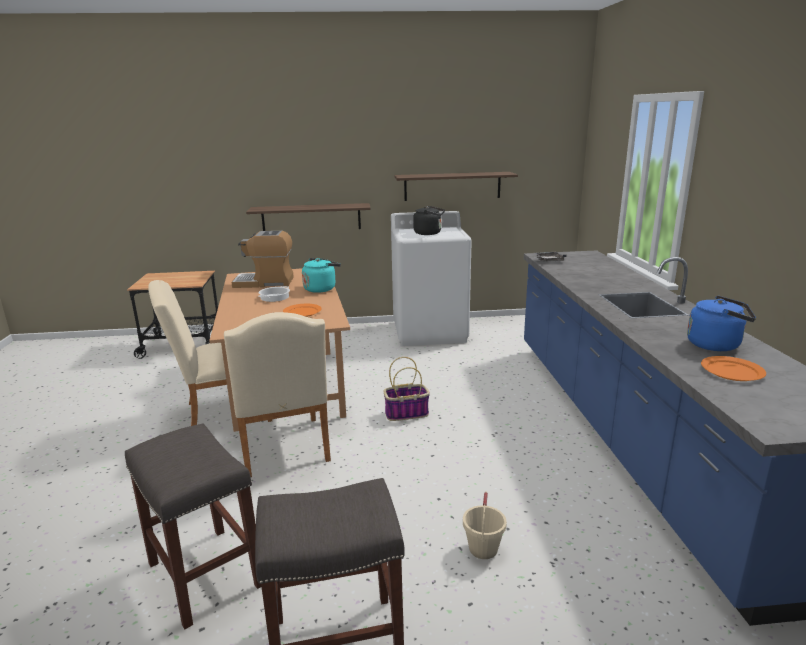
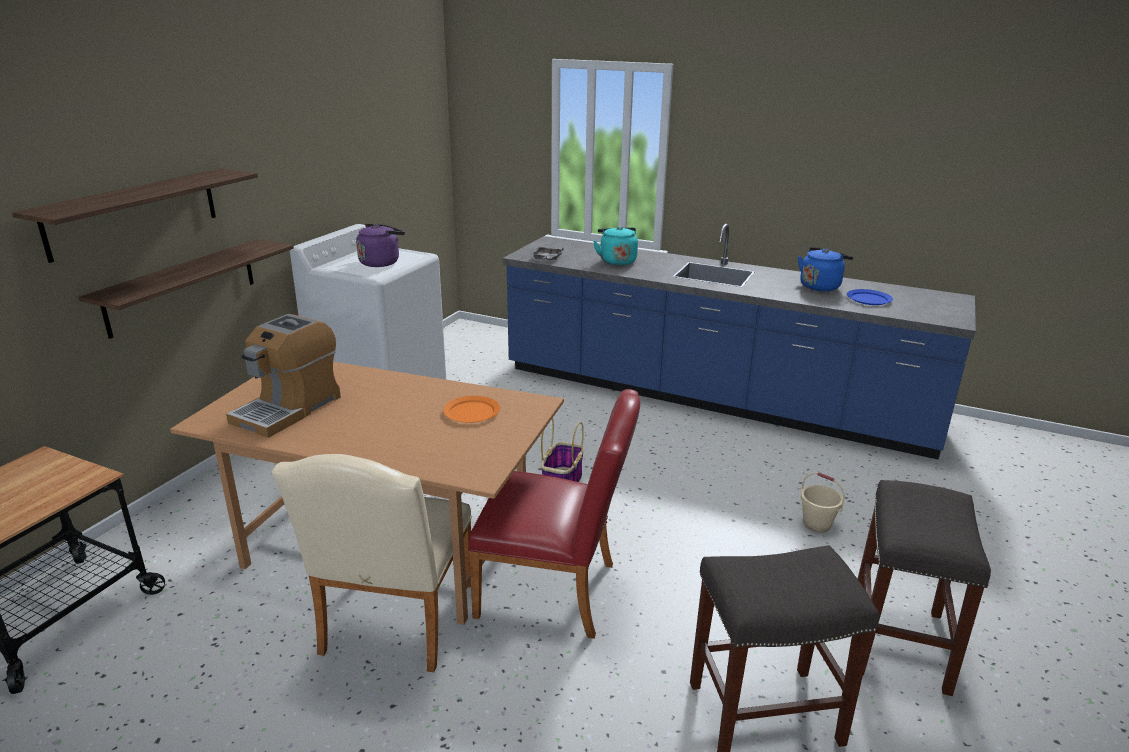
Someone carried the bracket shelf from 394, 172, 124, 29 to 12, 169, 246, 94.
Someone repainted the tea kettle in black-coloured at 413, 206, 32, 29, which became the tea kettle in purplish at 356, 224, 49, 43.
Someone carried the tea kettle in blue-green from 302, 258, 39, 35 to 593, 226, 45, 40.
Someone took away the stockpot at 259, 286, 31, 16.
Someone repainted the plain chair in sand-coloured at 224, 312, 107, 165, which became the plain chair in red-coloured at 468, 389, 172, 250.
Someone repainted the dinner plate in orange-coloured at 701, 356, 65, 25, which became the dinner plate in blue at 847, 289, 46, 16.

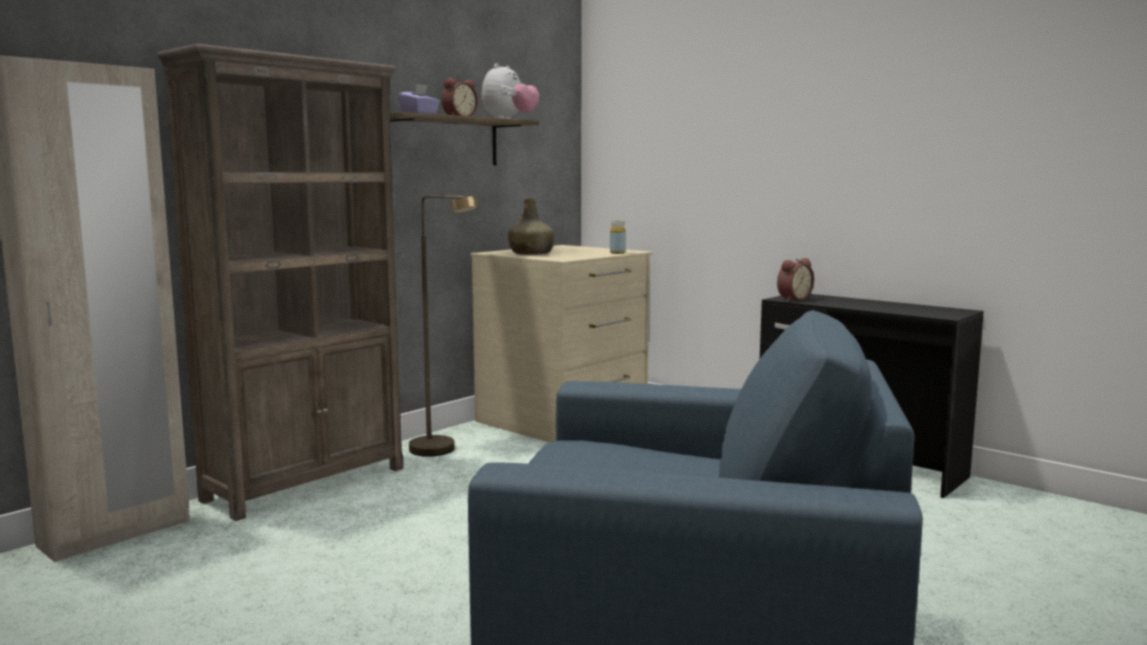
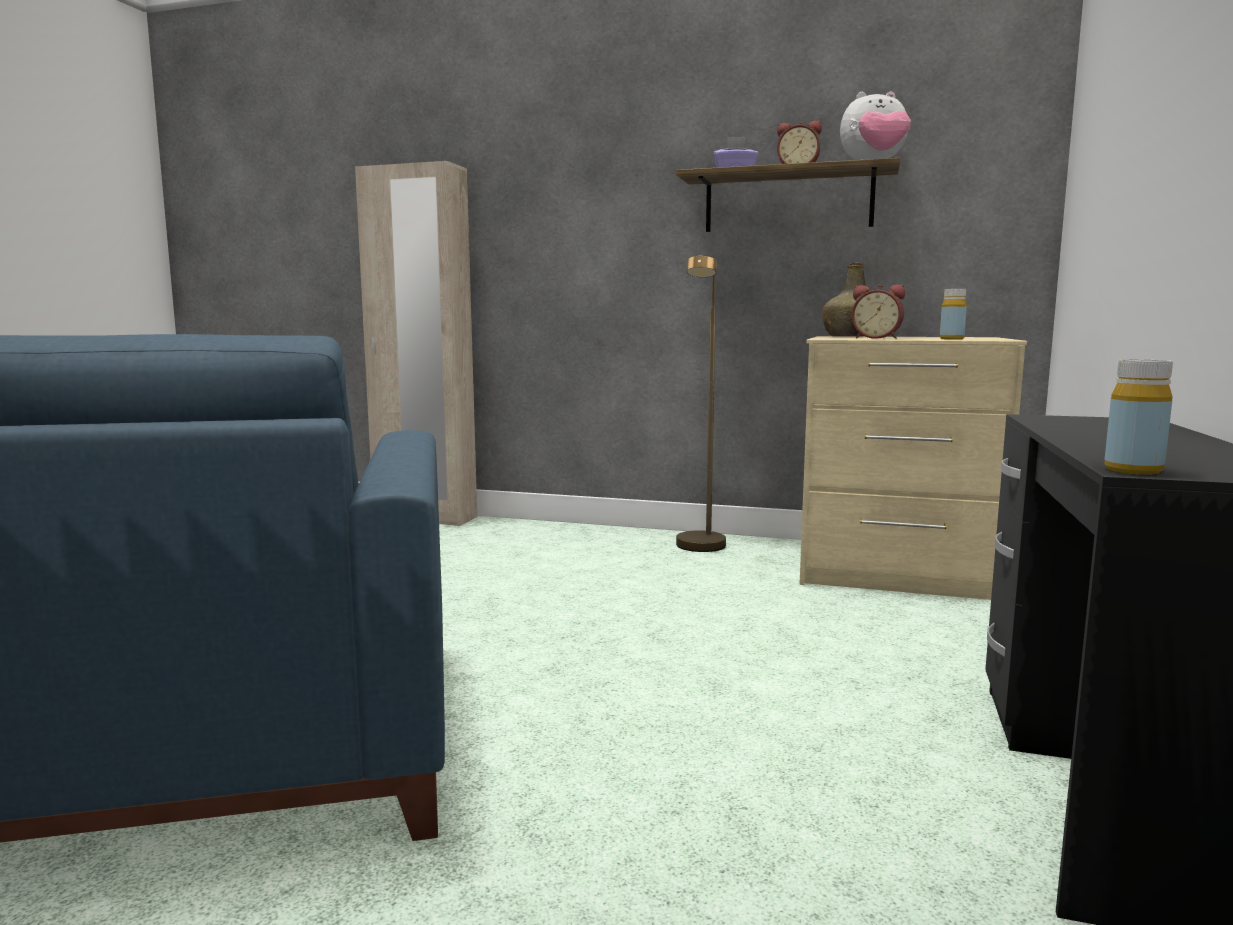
Someone took away the bookshelf in brownish at 157, 43, 247, 478.
Someone carried the bedside clock from 777, 258, 37, 43 to 851, 284, 54, 55.
Someone put down the beverage bottle in yellow at 1104, 360, 69, 115.

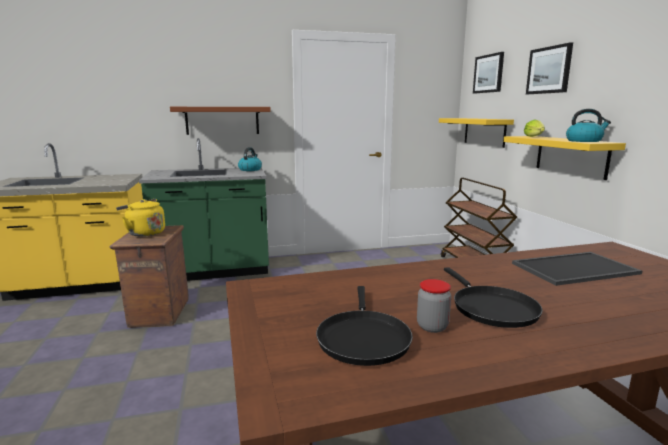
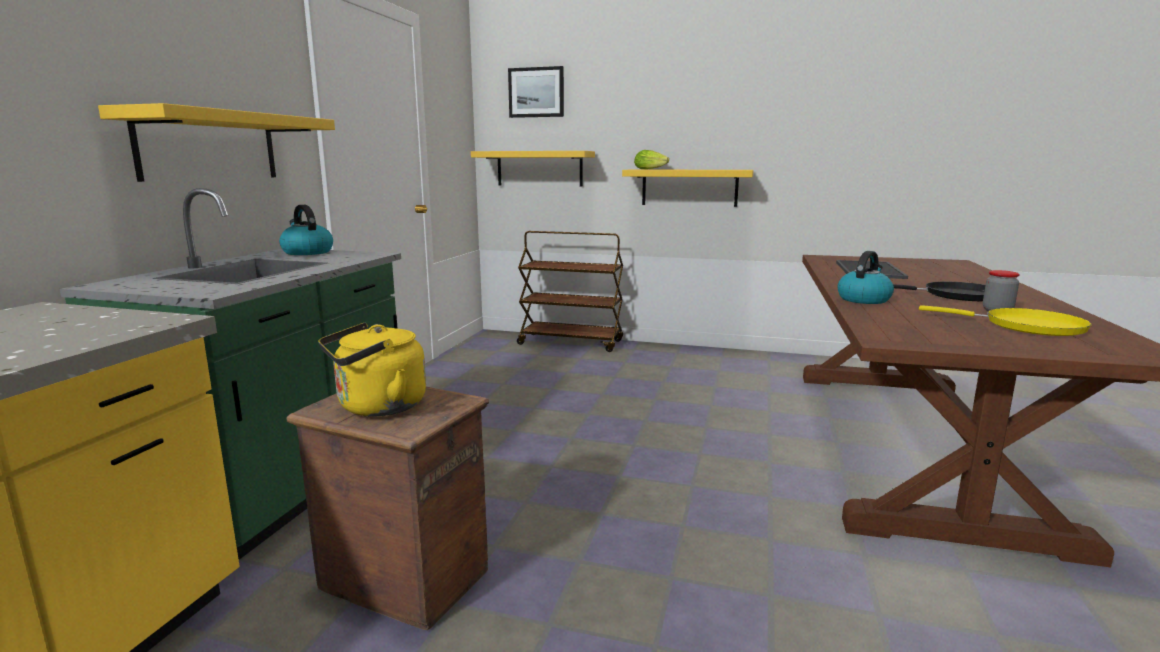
Someone took away the wall art at 526, 42, 47, 52.
Someone repainted the bracket shelf in brownish at 170, 107, 101, 28, which became the bracket shelf in yellow at 98, 103, 237, 79.
Someone carried the tea kettle from 566, 109, 45, 33 to 838, 251, 56, 53.
Someone repainted the frying pan in black-coloured at 316, 286, 97, 80, which became the frying pan in yellow at 919, 305, 173, 31.

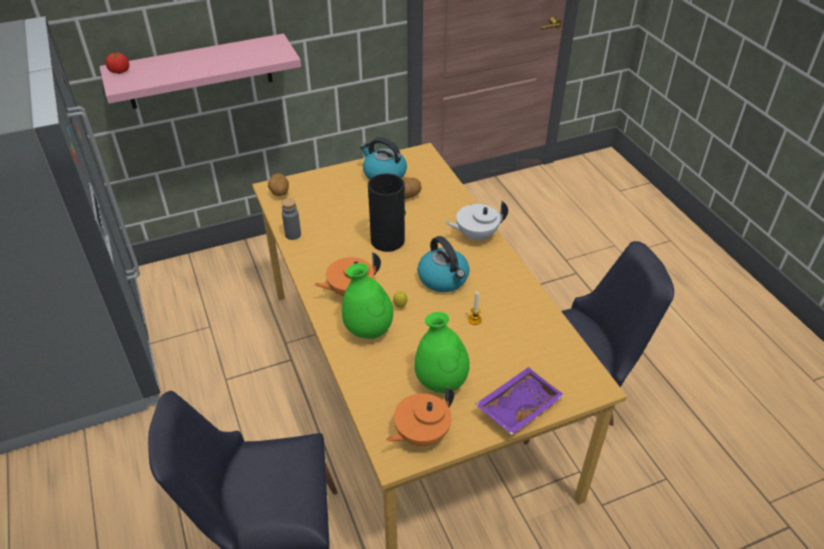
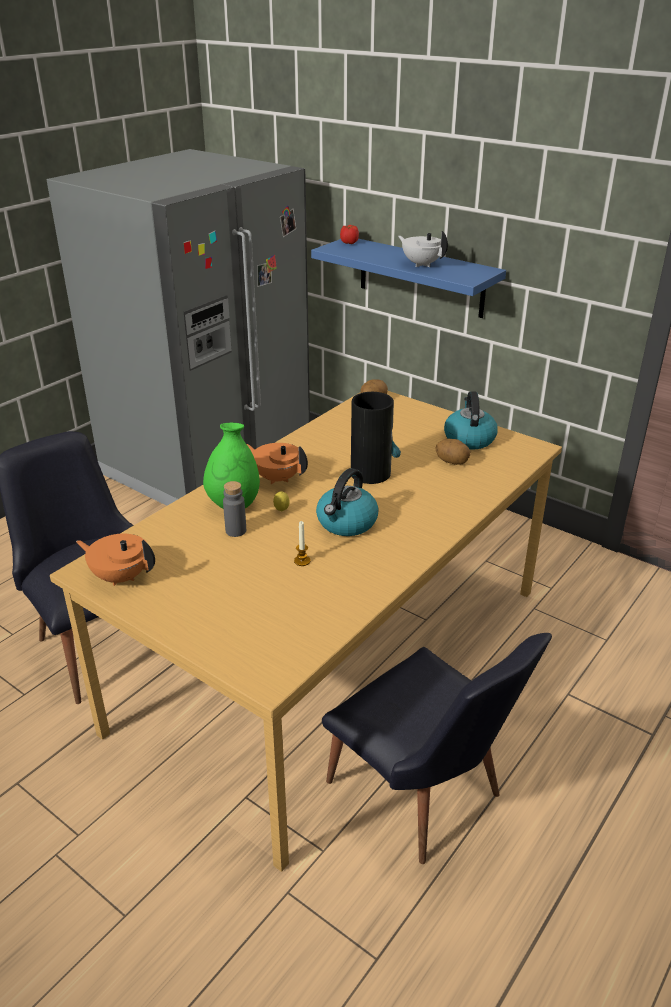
Someone repainted the bracket shelf in pink at 99, 34, 202, 75, which became the bracket shelf in blue at 311, 239, 195, 79.
Someone carried the beverage bottle in gray from 282, 198, 19, 42 to 223, 481, 23, 56.
Someone carried the tea pot in white from 445, 201, 63, 41 to 398, 231, 50, 36.
Someone took away the decorative vase in green-coloured at 414, 312, 56, 81.
Someone took away the carrying tray in purplish at 475, 367, 89, 68.

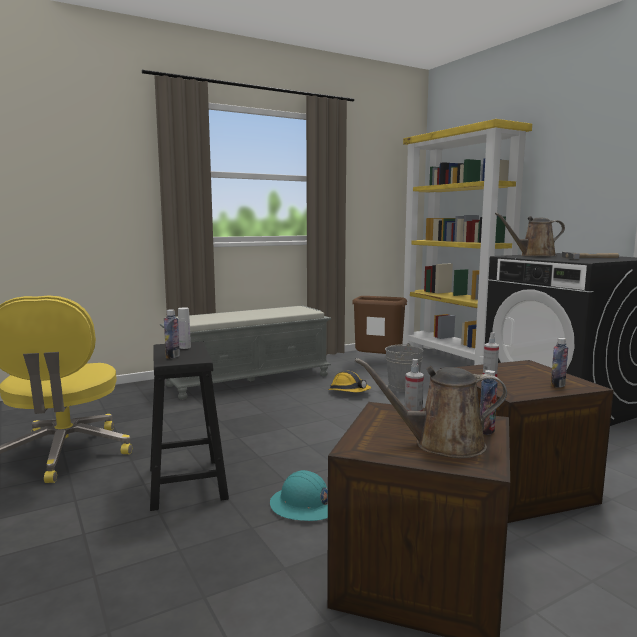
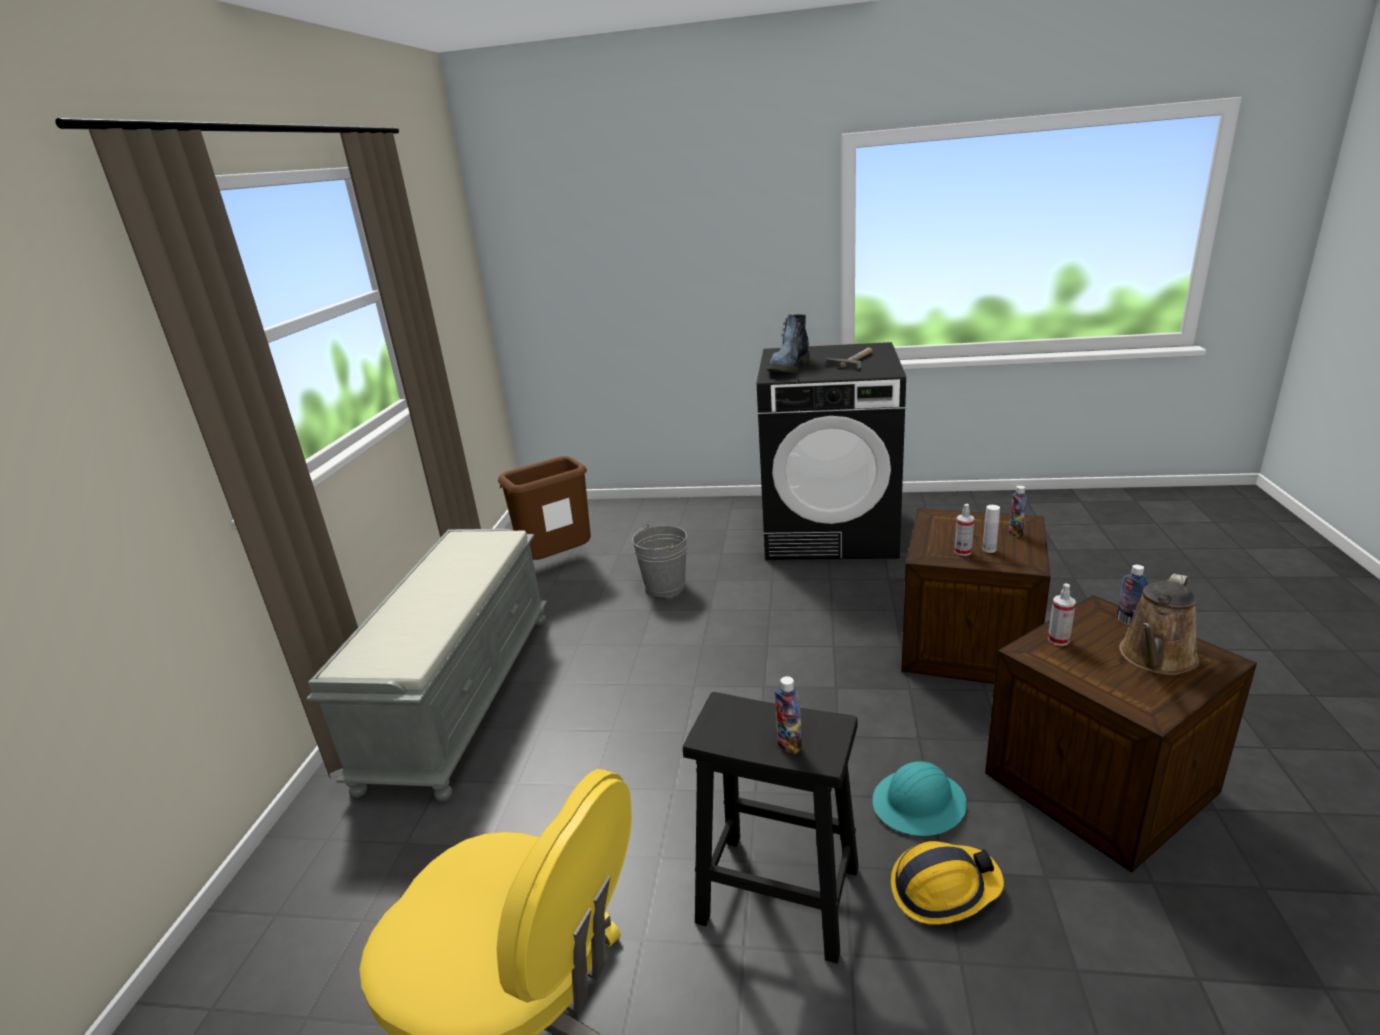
Someone took away the bookshelf in yellow at 402, 119, 130, 246.
Someone swapped the sprinkling can in brownish at 495, 213, 70, 43 for the high-top boot at 767, 315, 43, 58.
Someone carried the beverage bottle in white from 178, 307, 13, 42 to 982, 505, 18, 48.
Someone carried the hard hat from 328, 371, 43, 21 to 891, 841, 113, 83.

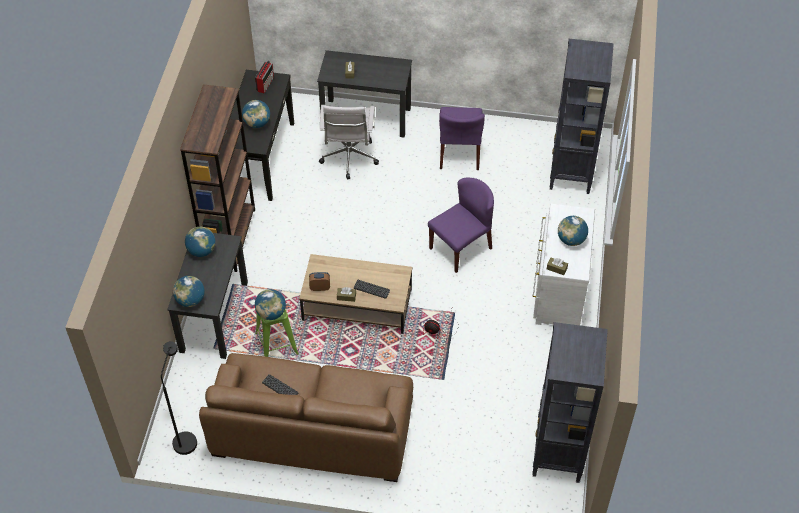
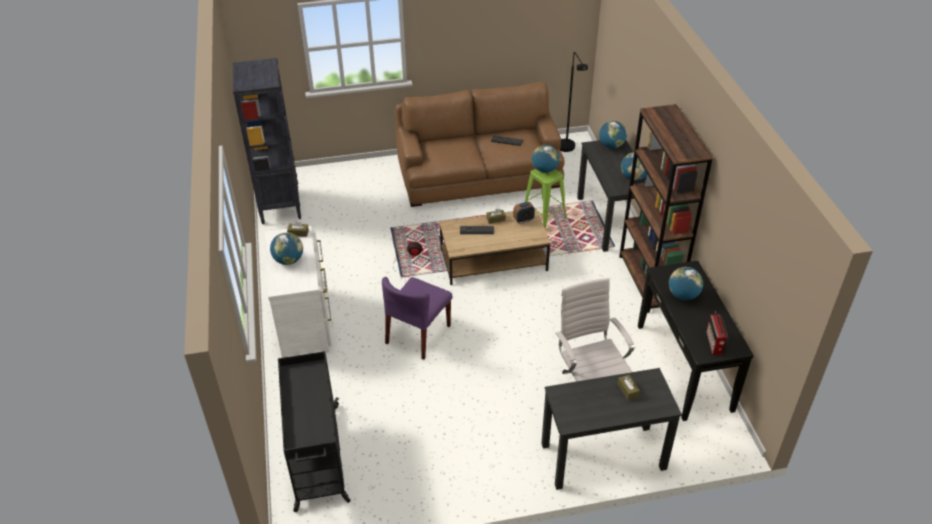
Someone swapped the bookshelf in black-coloured at 549, 39, 65, 155 for the cart in black-coloured at 278, 351, 72, 161.
Someone took away the plain chair in purplish at 439, 107, 46, 63.

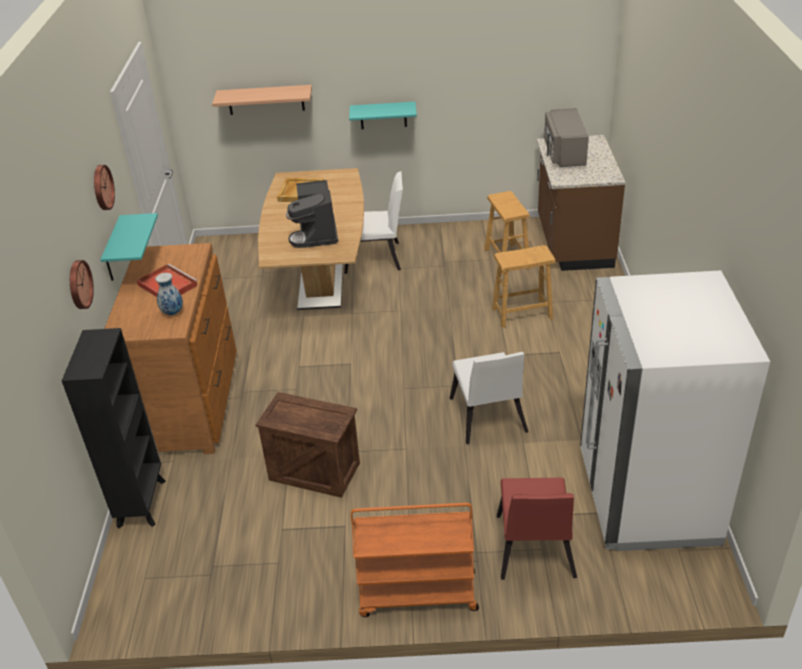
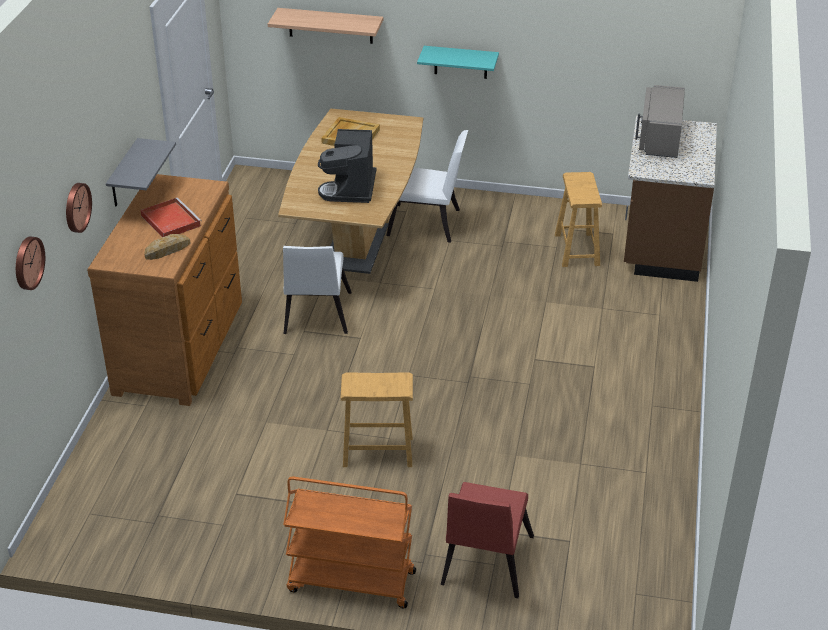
Someone carried the wall clock from 94, 165, 21, 45 to 16, 237, 29, 53.
Someone repainted the bracket shelf in blue-green at 100, 213, 58, 68, which became the bracket shelf in gray at 106, 138, 70, 69.
Someone carried the sitting stool in brownish from 492, 245, 64, 83 to 341, 372, 72, 95.
Someone took away the kitchen fridge in white at 580, 270, 190, 281.
Someone swapped the decorative vase at 155, 273, 28, 42 for the bakery bread at 144, 234, 46, 26.
Someone took away the bookshelf in black-coloured at 62, 328, 104, 201.
Someone carried the plain chair in white from 450, 352, 78, 92 to 283, 246, 68, 88.
Someone took away the packing crate at 256, 392, 104, 106.

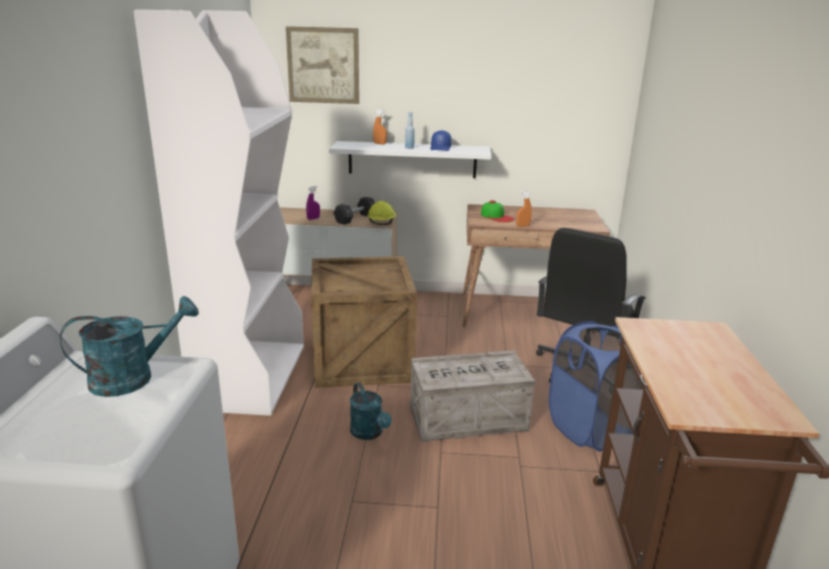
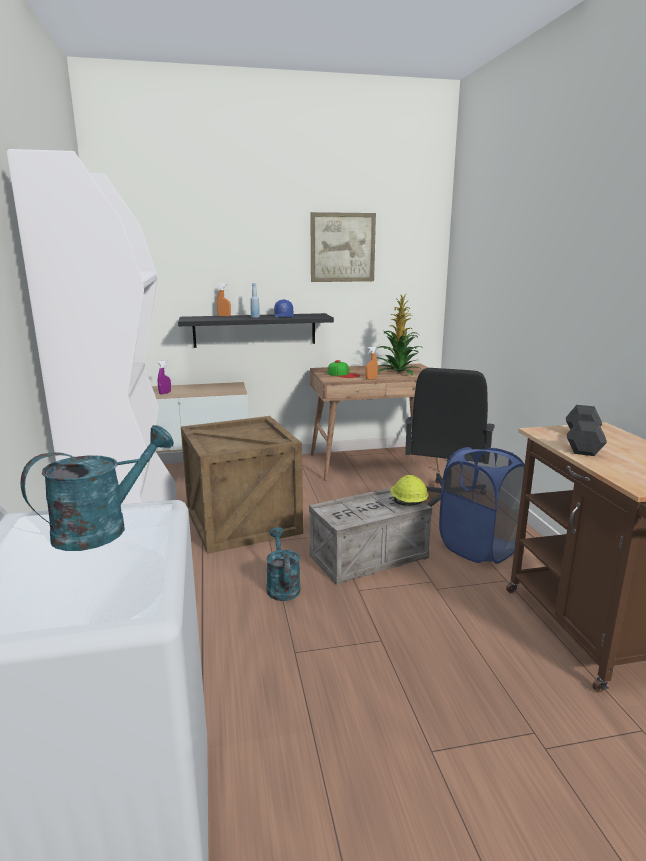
Someone carried the wall art from 286, 26, 73, 78 to 310, 212, 66, 70.
Someone repainted the bracket shelf in white at 329, 141, 163, 37, which became the bracket shelf in black-coloured at 178, 313, 156, 35.
Someone carried the free weight in black-coloured from 333, 197, 42, 28 to 566, 405, 41, 51.
Someone carried the hard hat in yellow from 367, 201, 29, 24 to 390, 475, 39, 31.
Someone rotated the sprinkling can in blue-green at 350, 382, 42, 58 by 150 degrees counterclockwise.
Someone put down the potted plant at 376, 294, 48, 82.

